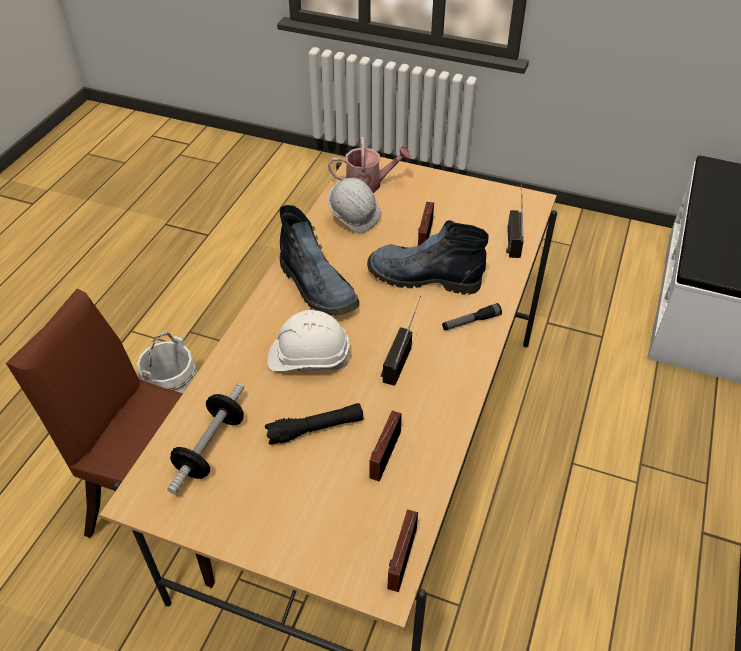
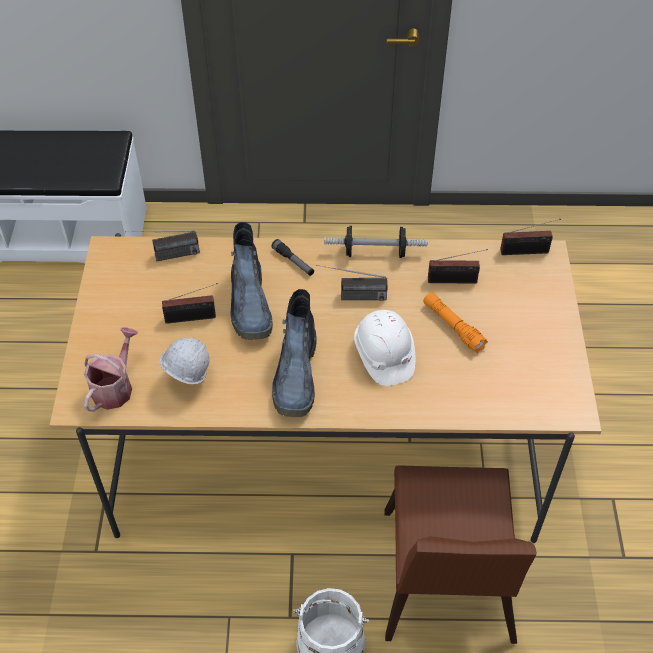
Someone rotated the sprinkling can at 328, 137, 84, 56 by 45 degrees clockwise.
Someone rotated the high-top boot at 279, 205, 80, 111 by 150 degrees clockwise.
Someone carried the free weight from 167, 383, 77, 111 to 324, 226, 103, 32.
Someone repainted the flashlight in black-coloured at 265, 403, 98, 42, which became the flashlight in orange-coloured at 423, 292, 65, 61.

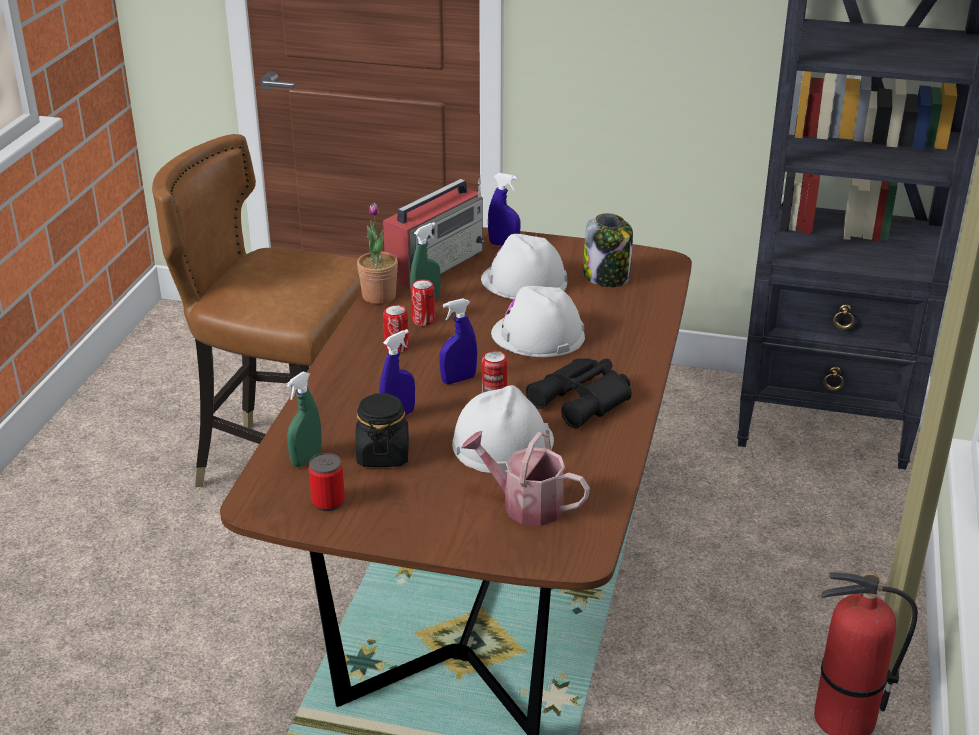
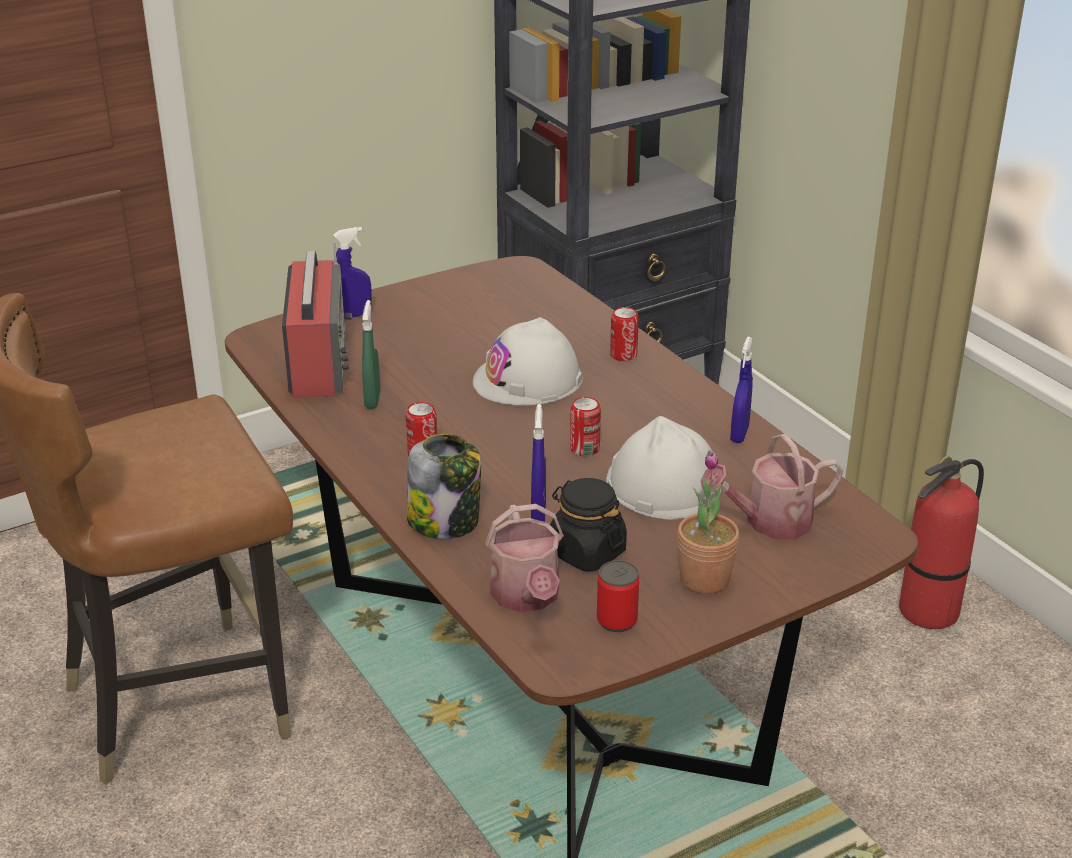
Someone carried the potted plant from 357, 203, 41, 101 to 678, 450, 61, 144.
Someone carried the preserve jar from 583, 213, 50, 74 to 407, 434, 74, 105.
Someone took away the hard hat in white at 481, 234, 86, 65.
Someone carried the metal can from 411, 279, 24, 47 to 610, 307, 29, 54.
Someone carried the hand sprayer in blue from 439, 298, 38, 86 to 730, 337, 23, 106.
Someone took away the binoculars in black-coloured at 526, 358, 106, 71.
Someone swapped the hand sprayer in green-coloured at 286, 371, 36, 96 for the sprinkling can at 485, 504, 79, 108.

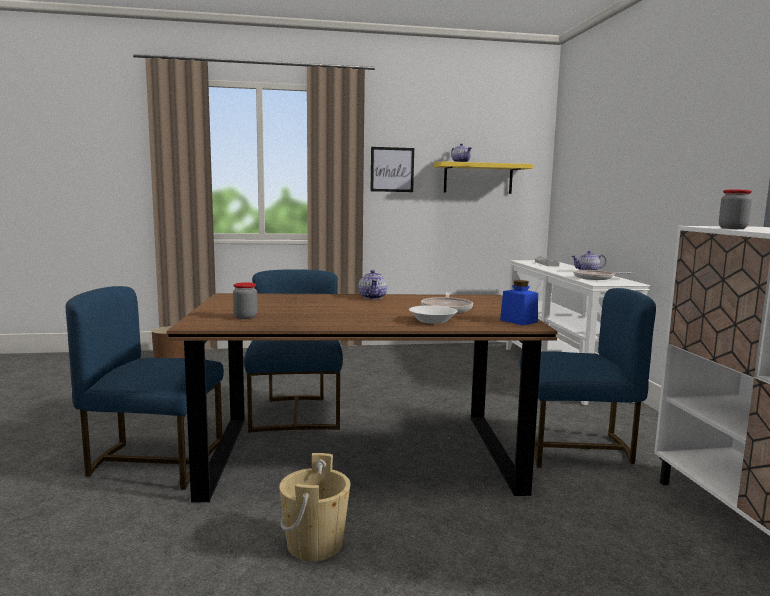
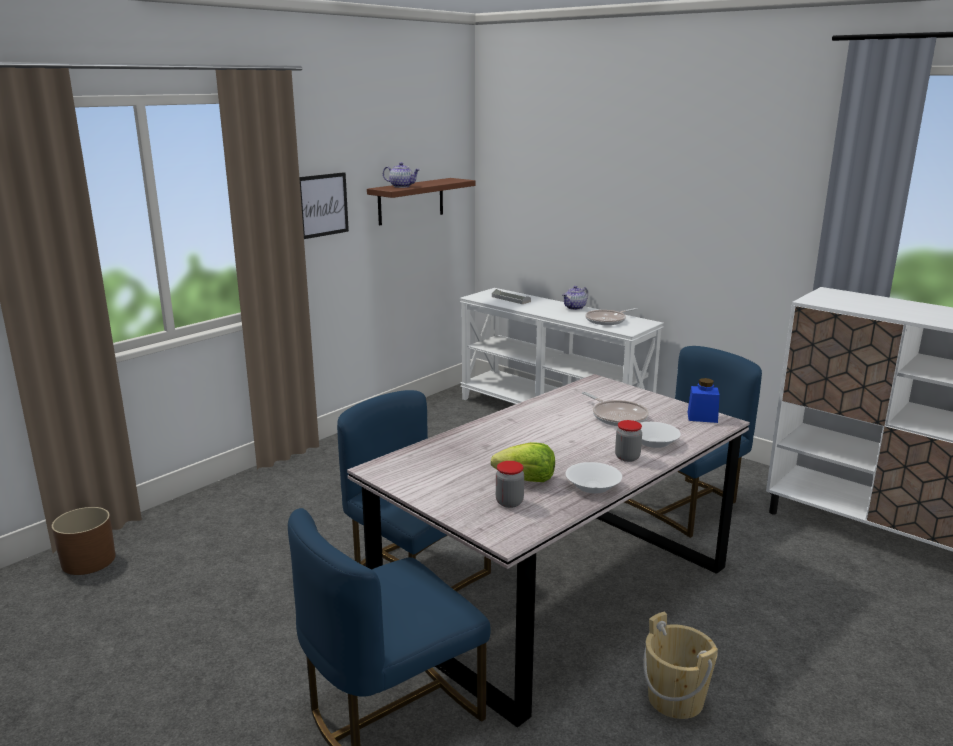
Someone repainted the bracket shelf in yellow at 434, 161, 100, 33, which became the bracket shelf in brownish at 367, 178, 108, 47.
Someone carried the preserve jar from 719, 190, 33, 39 to 615, 420, 27, 42.
Someone took away the tea pot at 358, 270, 29, 29.
Someone repainted the dinner table in brownish at 167, 293, 391, 210, which became the dinner table in gray at 347, 374, 403, 354.
Someone put down the lettuce at 491, 442, 64, 40.
Someone put down the deep dish in white at 566, 462, 56, 31.

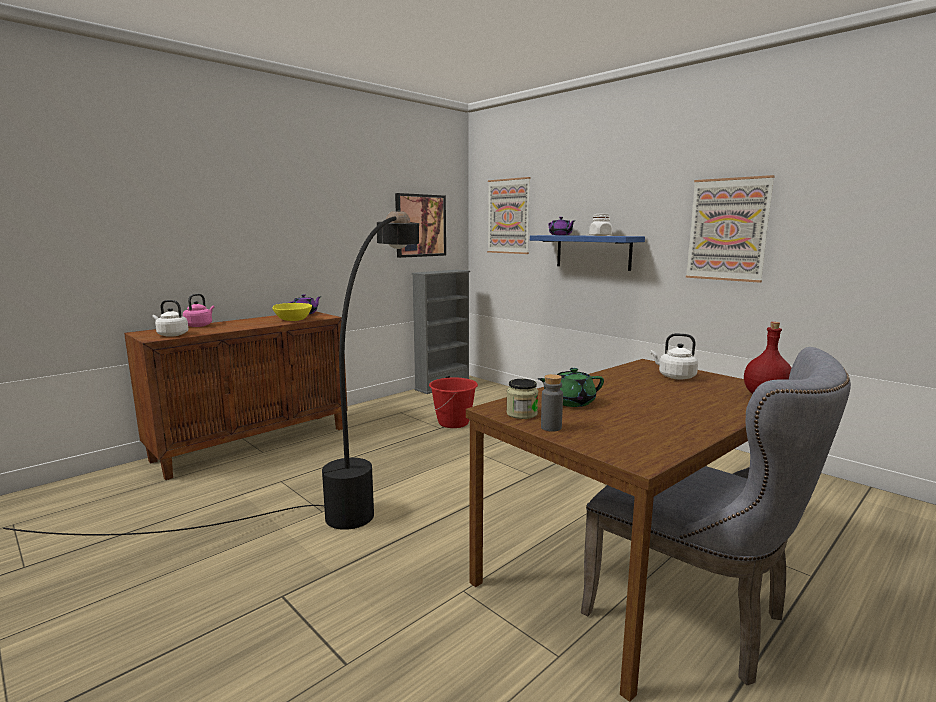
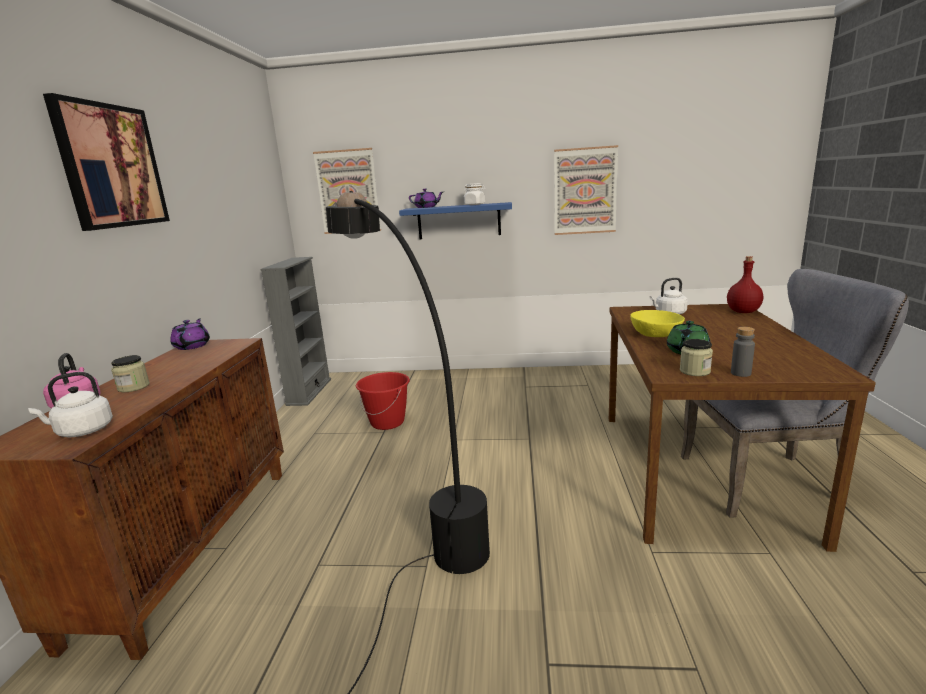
Someone carried the wall art from 395, 193, 51, 65 to 43, 93, 127, 138.
Someone carried the deep dish in yellow from 272, 303, 40, 18 to 630, 310, 55, 27.
Someone put down the preserve jar at 111, 355, 39, 37.

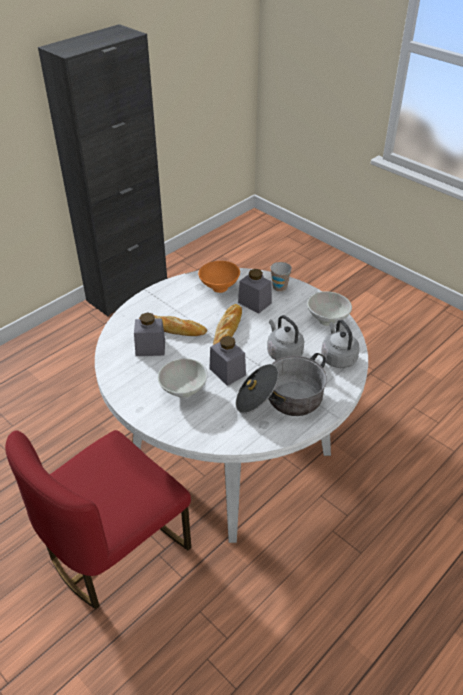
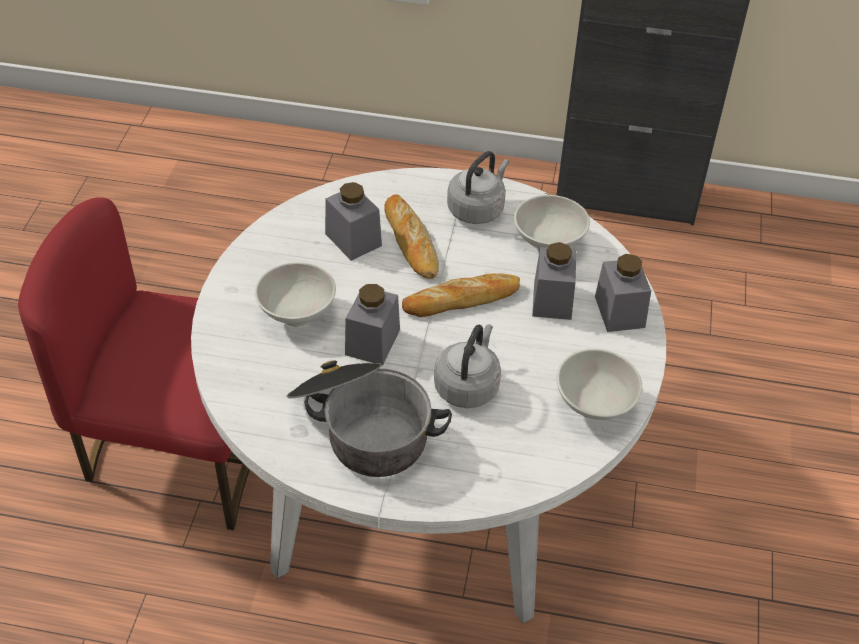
Someone repainted the deep dish in orange-coloured at 198, 261, 42, 32, which became the deep dish in white at 514, 195, 76, 56.
Someone swapped the cup at 270, 262, 22, 30 for the preserve jar in gray at 595, 254, 56, 78.
Someone carried the tea kettle in gray from 321, 320, 38, 48 to 447, 151, 62, 73.

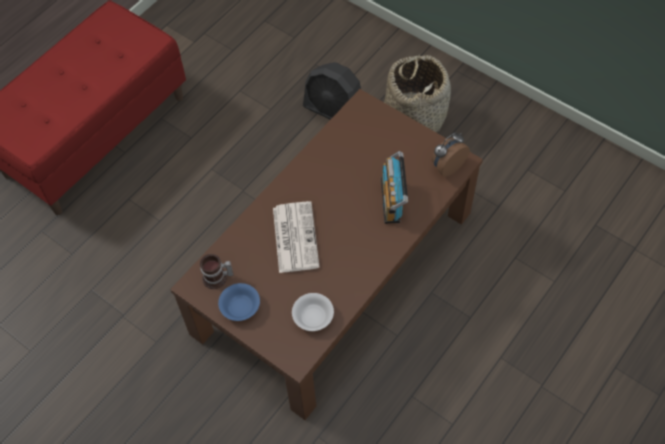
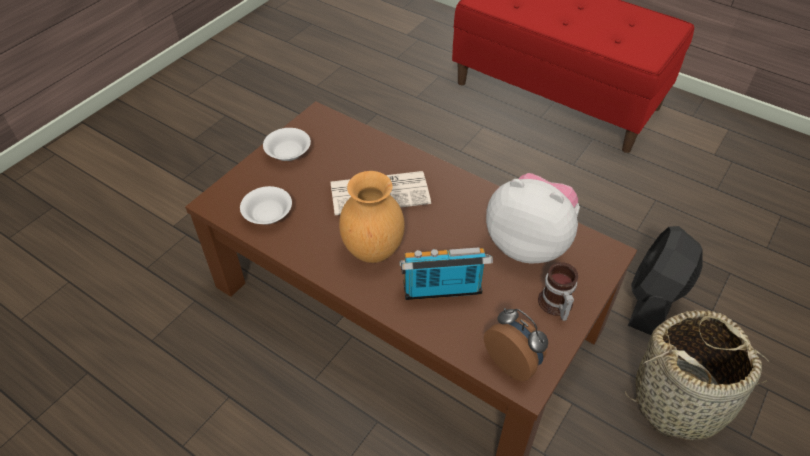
Someone carried the coffee mug from 200, 254, 33, 35 to 538, 262, 40, 59.
Someone repainted the deep dish in blue at 218, 283, 42, 38, which became the deep dish in white at 263, 128, 48, 33.
Someone put down the decorative vase in brownish at 339, 171, 66, 92.
Someone put down the soft toy at 486, 173, 94, 90.

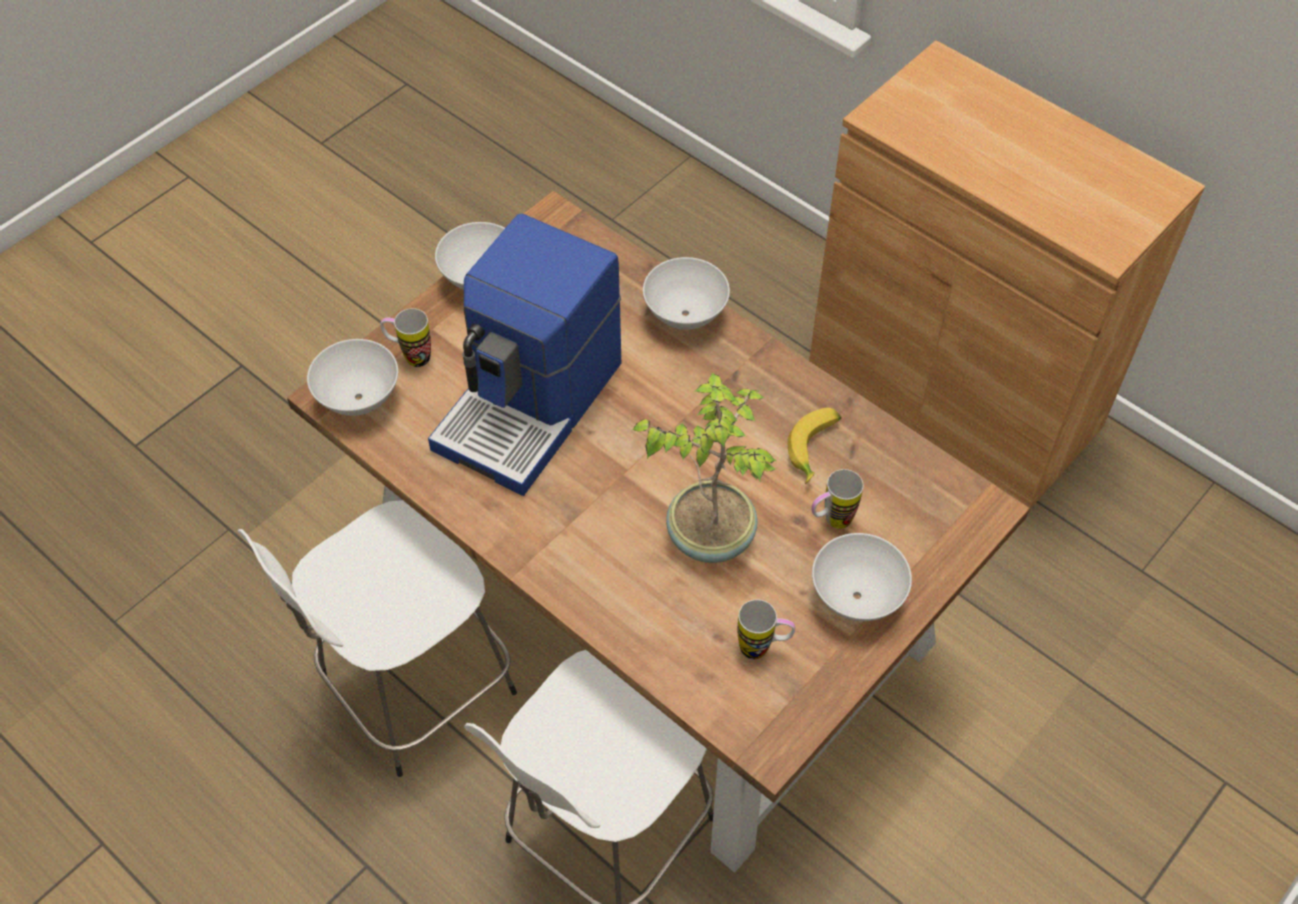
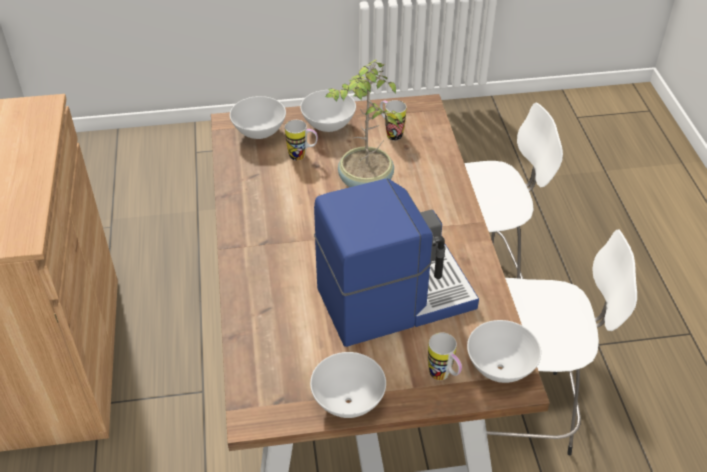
Someone carried the deep dish in white from 643, 257, 87, 73 to 230, 96, 56, 43.
Someone took away the banana at 788, 408, 54, 76.

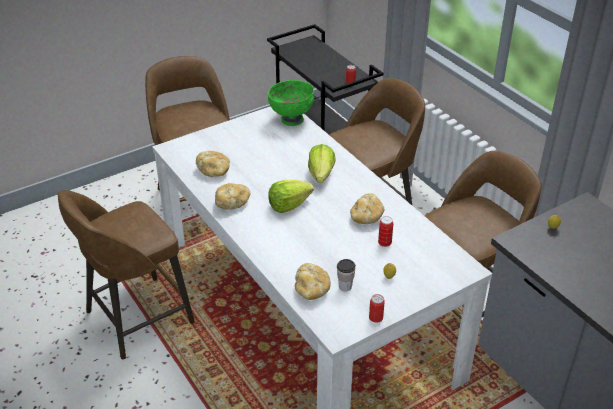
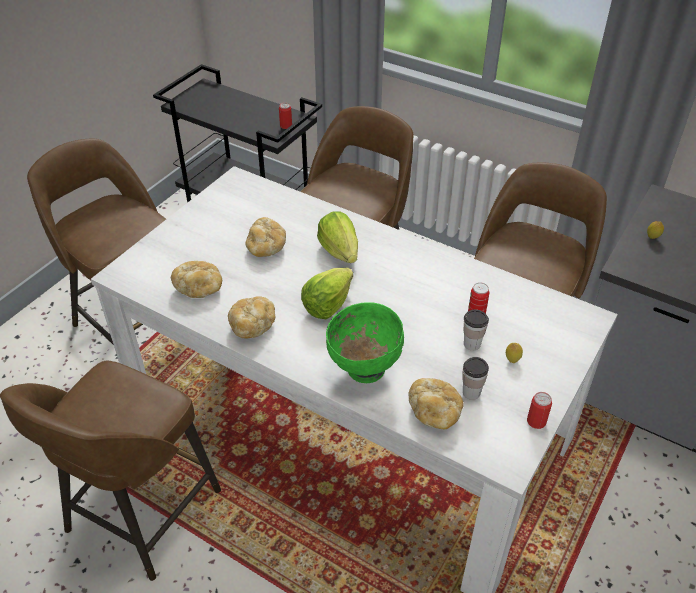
Someone carried the deep dish in green-coloured from 268, 80, 46, 46 to 326, 302, 78, 81.
Someone carried the bakery bread from 350, 193, 34, 31 to 245, 217, 41, 40.
Someone put down the cup at 464, 310, 25, 41.

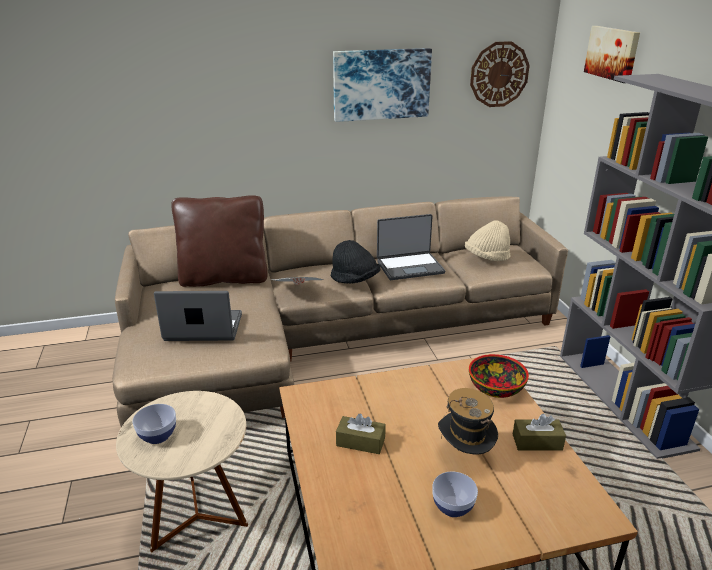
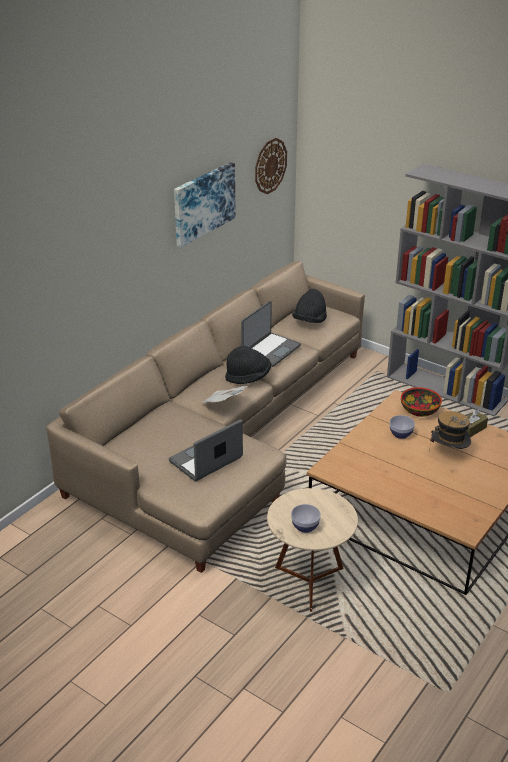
Someone took away the wall art at 584, 26, 56, 57.
Someone took away the pillow in brownish at 171, 195, 97, 92.
Someone repainted the wearable hat in sand-coloured at 465, 220, 45, 41, which became the wearable hat in black-coloured at 292, 289, 35, 34.
Someone took away the box of tissues in brownish at 336, 413, 49, 41.
Someone carried the deep dish from 432, 471, 46, 46 to 390, 415, 25, 24.

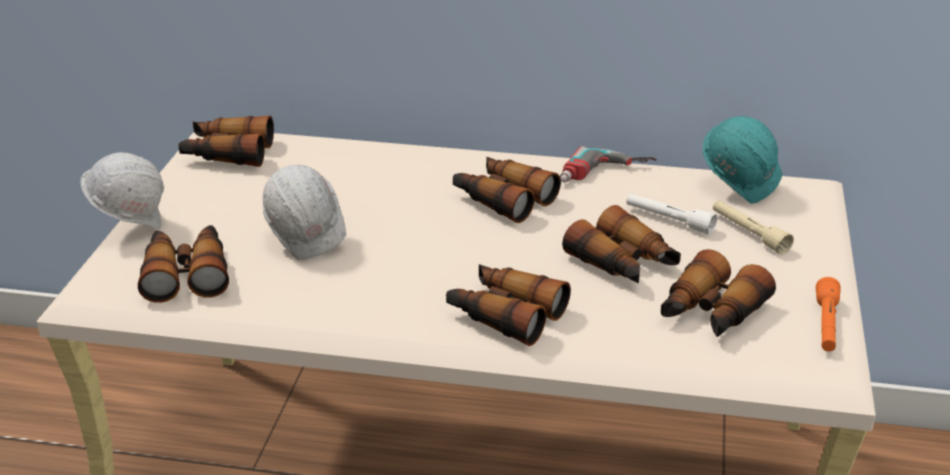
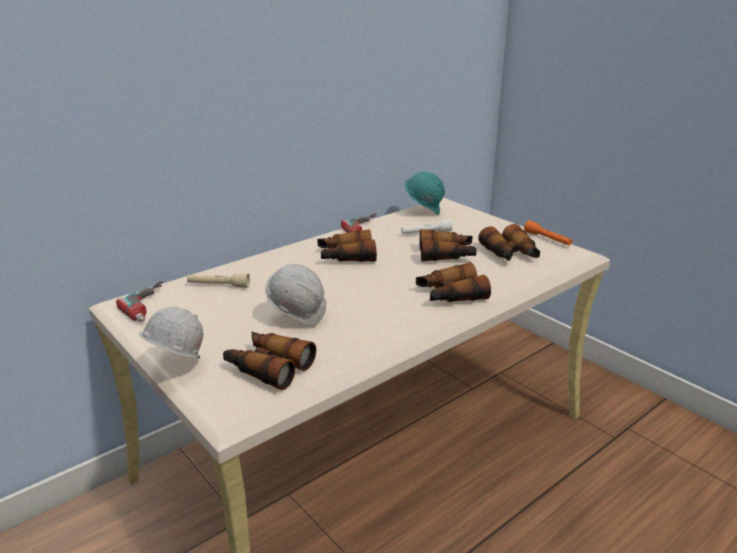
Someone swapped the binoculars at 178, 116, 96, 51 for the power drill at 116, 281, 47, 41.
Someone carried the flashlight in sand-coloured from 713, 200, 81, 55 to 187, 273, 63, 15.

